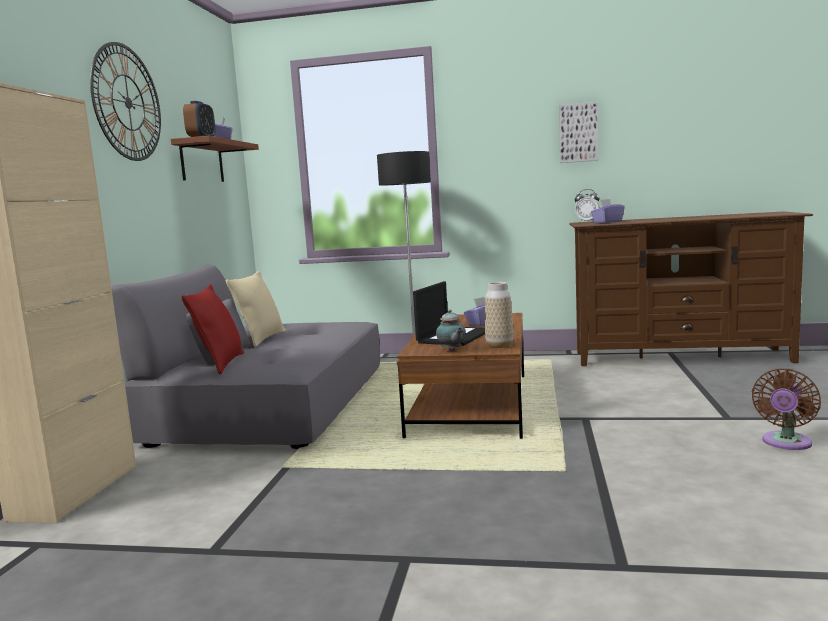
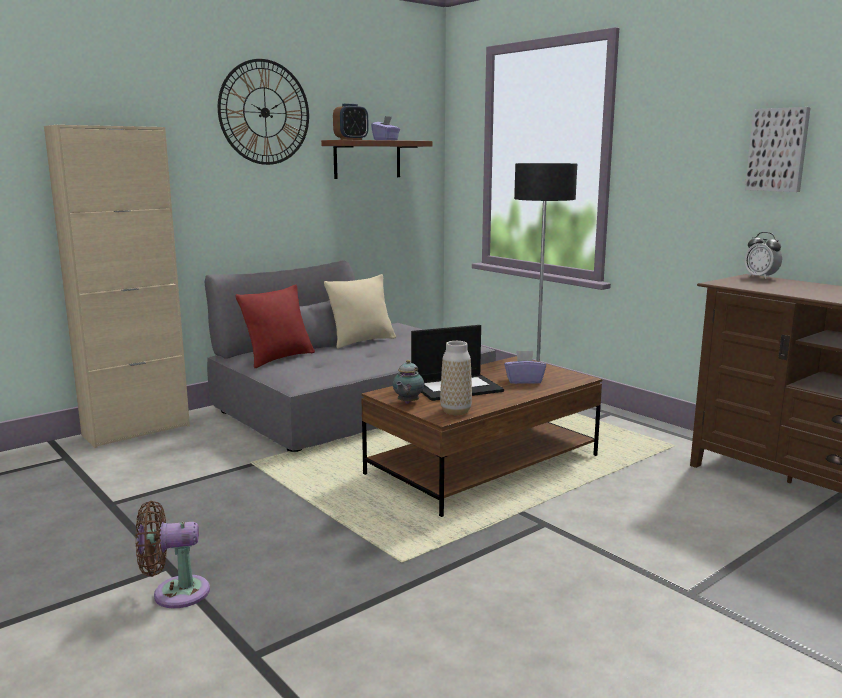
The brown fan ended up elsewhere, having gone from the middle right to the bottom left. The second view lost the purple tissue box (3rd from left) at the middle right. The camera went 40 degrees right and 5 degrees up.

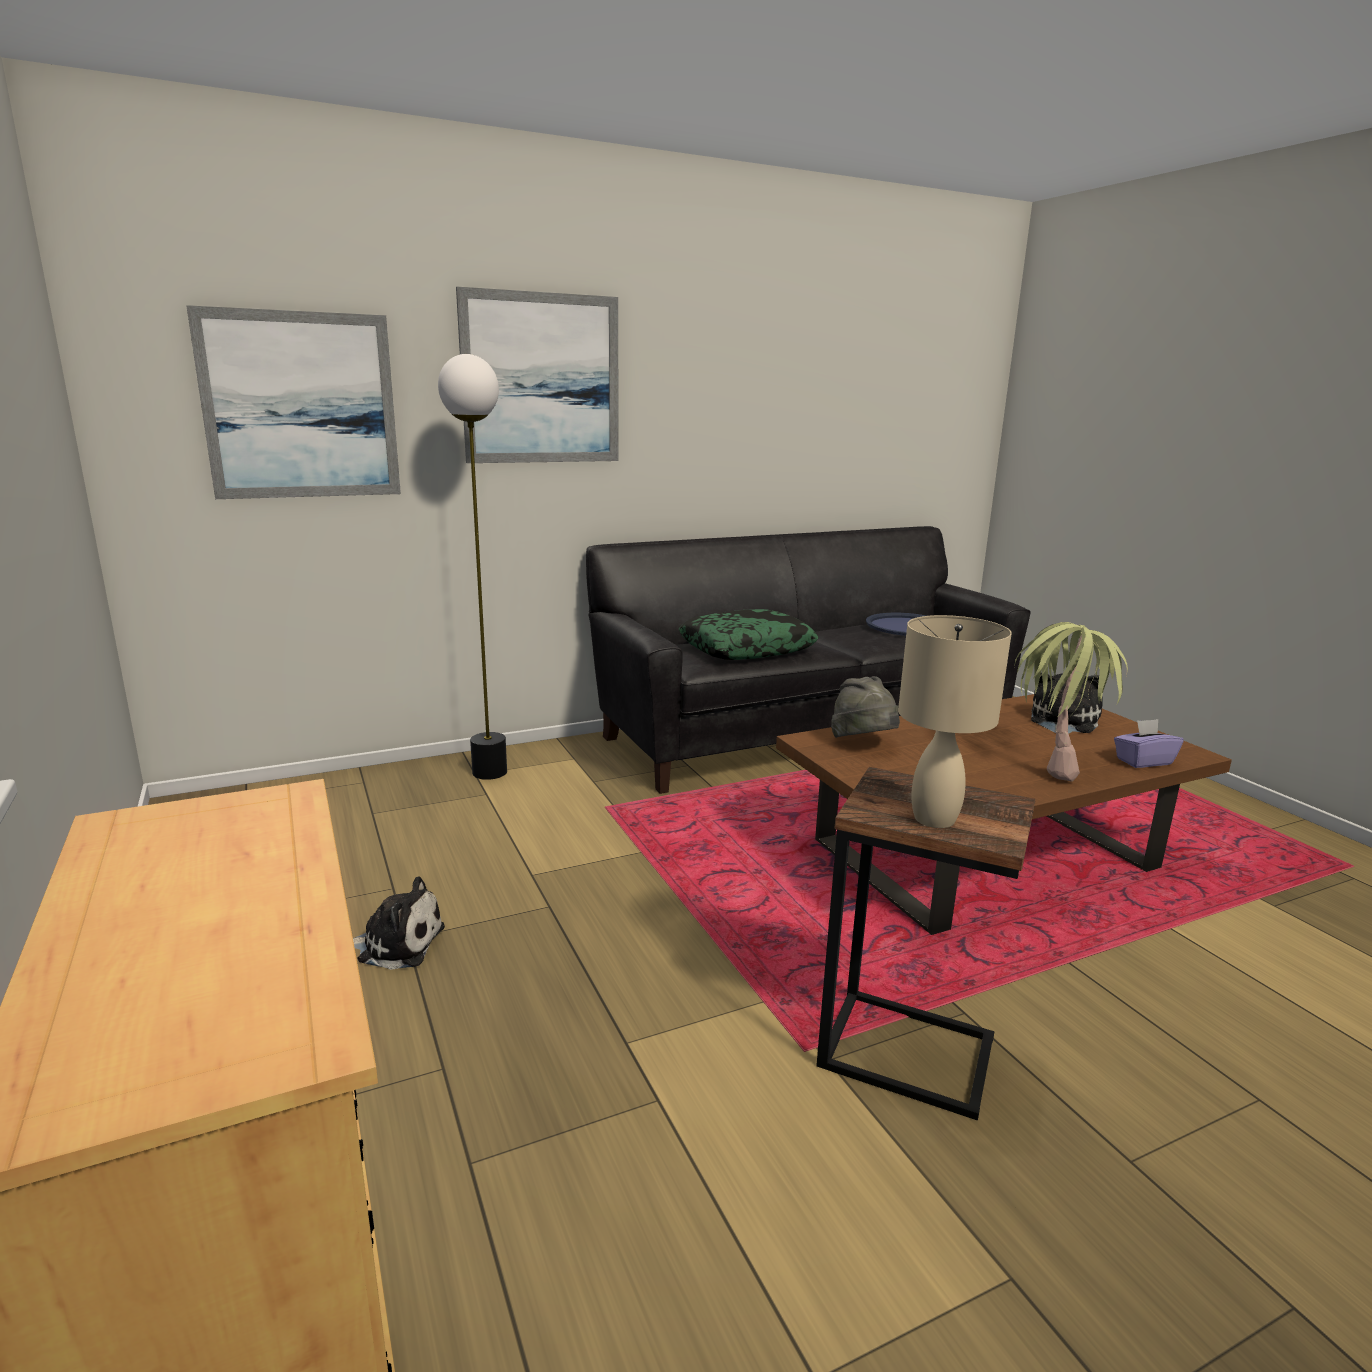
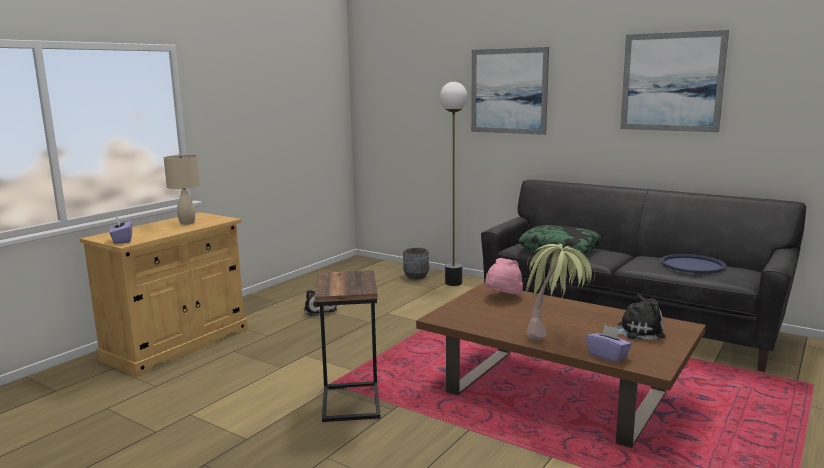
The second view gained the purple tissue box (1st from left) at the middle left. The beige table lamp ended up elsewhere, having gone from the middle right to the middle left. The second view gained the grey planter at the centre. What was the grey hat at the centre turned into the pink hat at the centre. The picture (1st from left in the first image) ended up elsewhere, having gone from the top left to the top right. The camera went 60 degrees right and 5 degrees down.

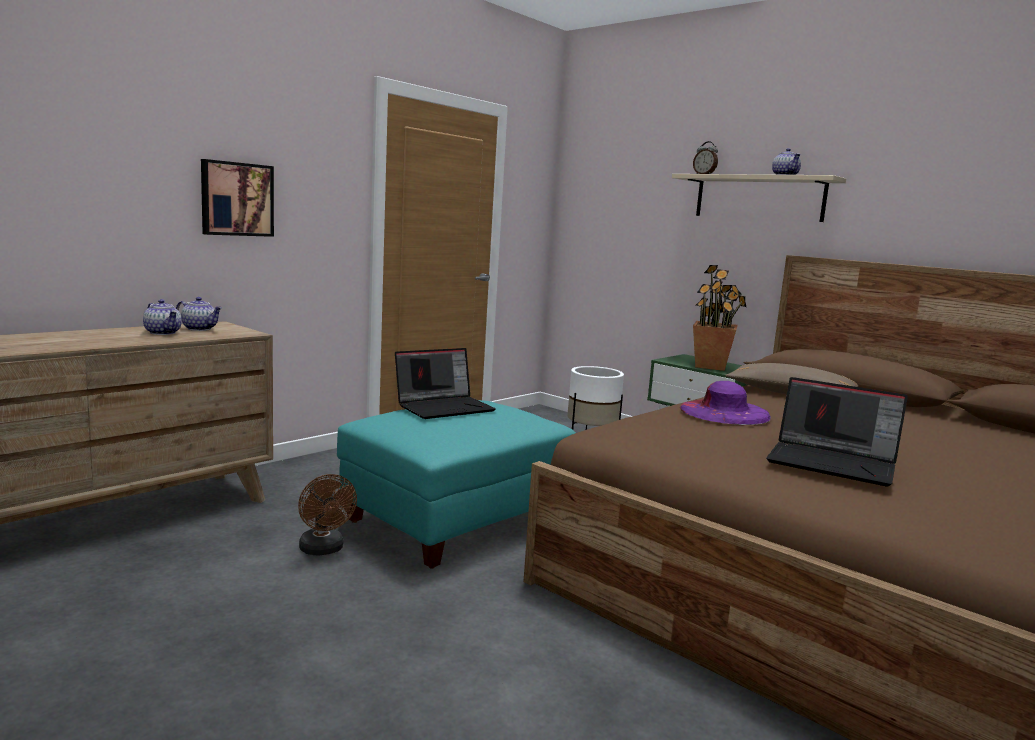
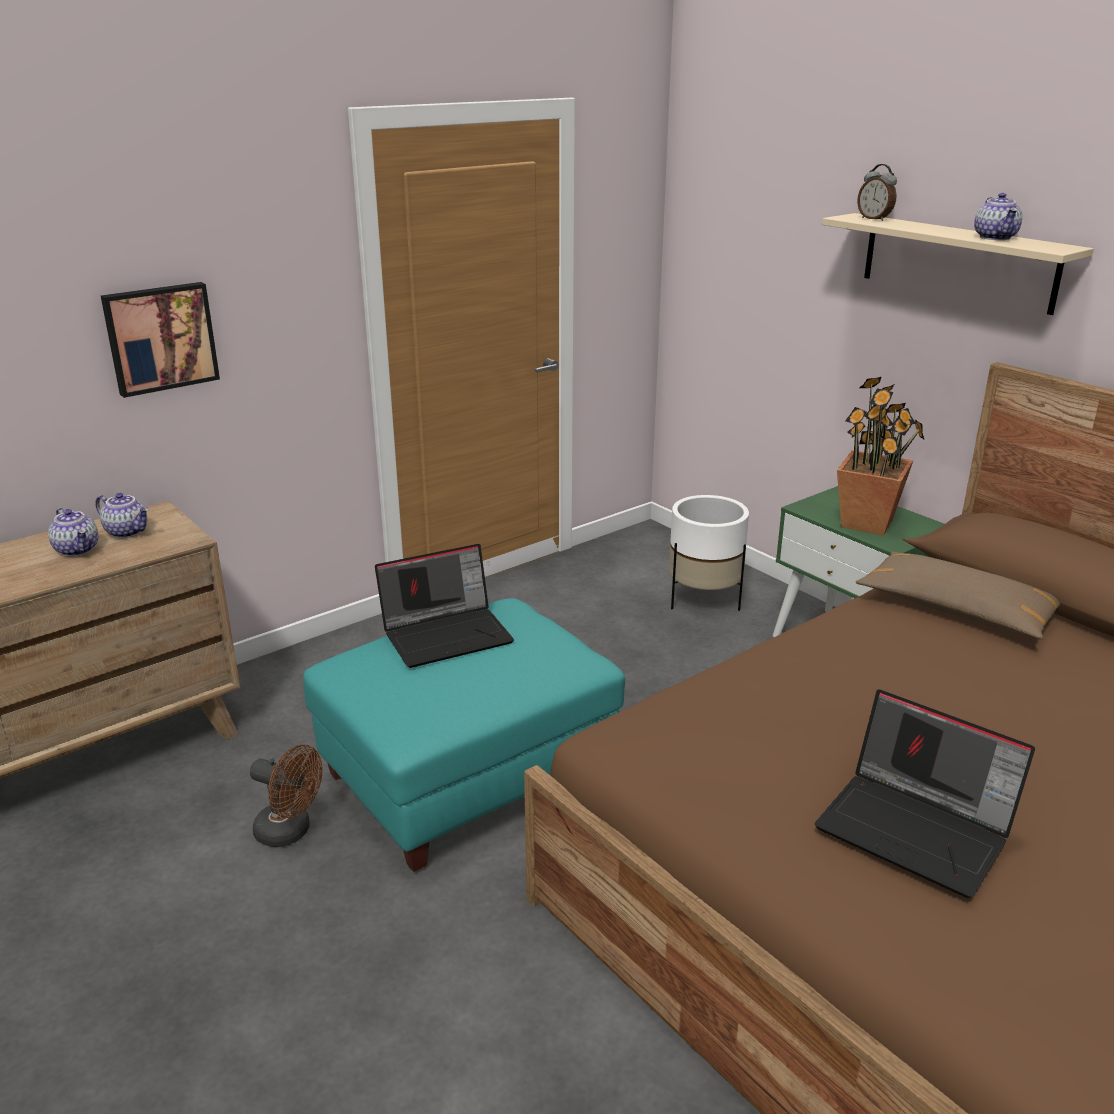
The brown fan at the bottom left ended up facing another way, 45 degrees counterclockwise from before. The second view lost the purple hat at the middle right. The camera went 10 degrees right and 15 degrees up.

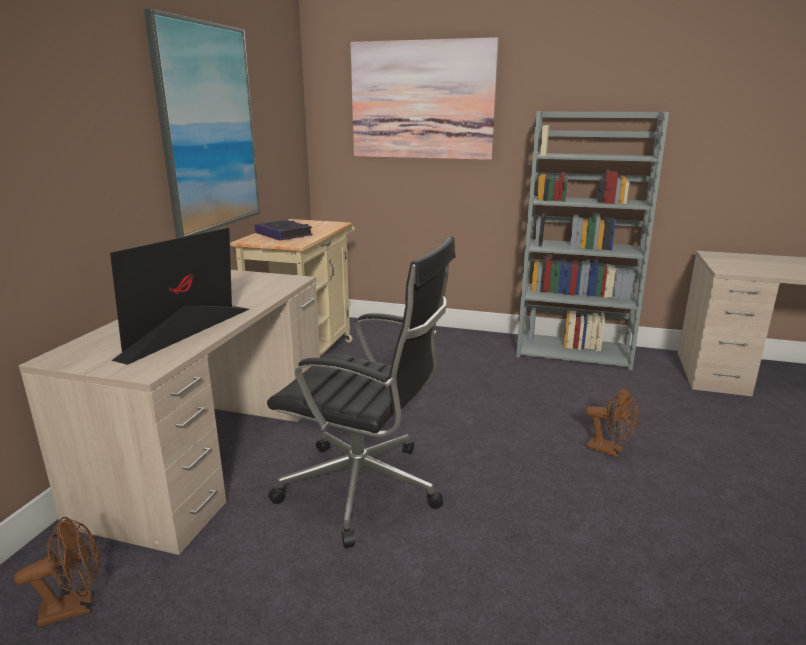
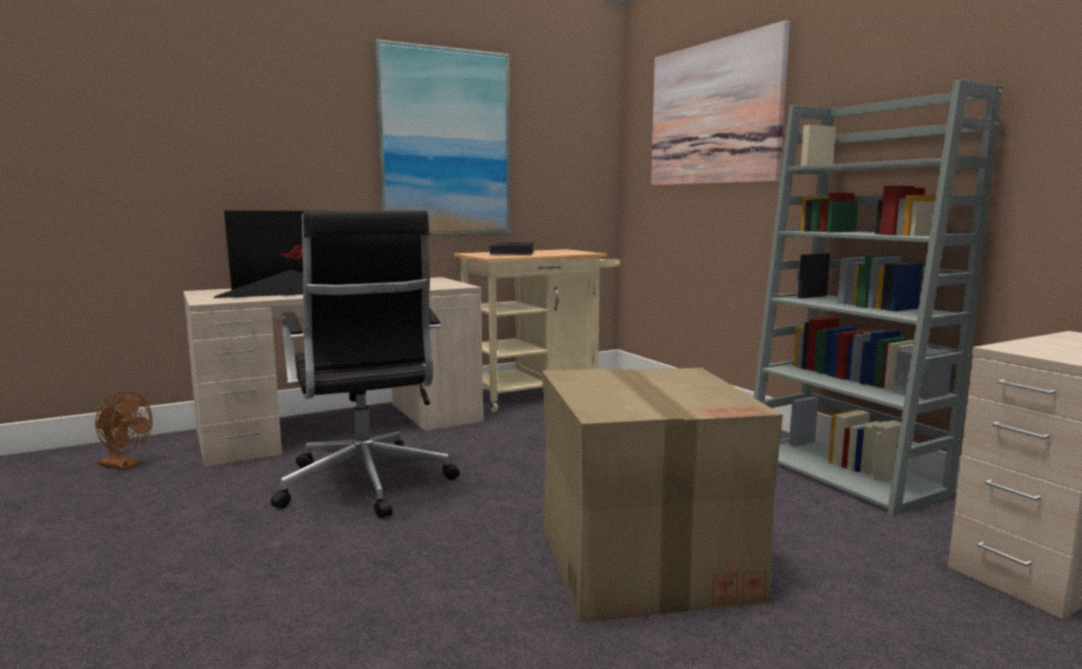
Where the brown fan (2nd from left) stood at the middle right, the cardboard box came to stand at the bottom centre. The camera went 45 degrees right and 10 degrees down.

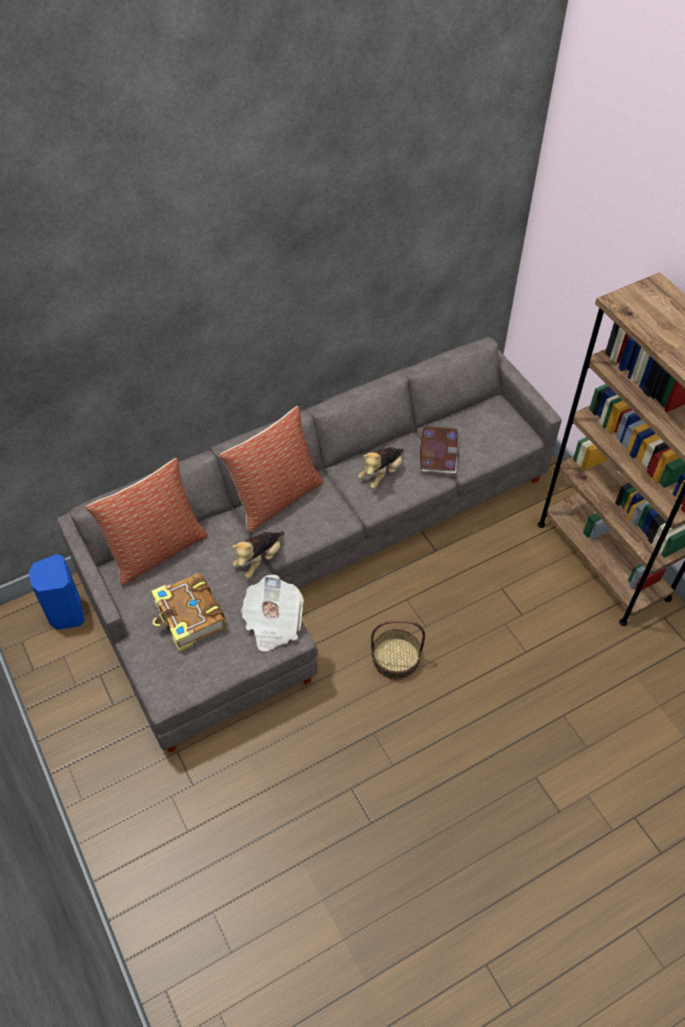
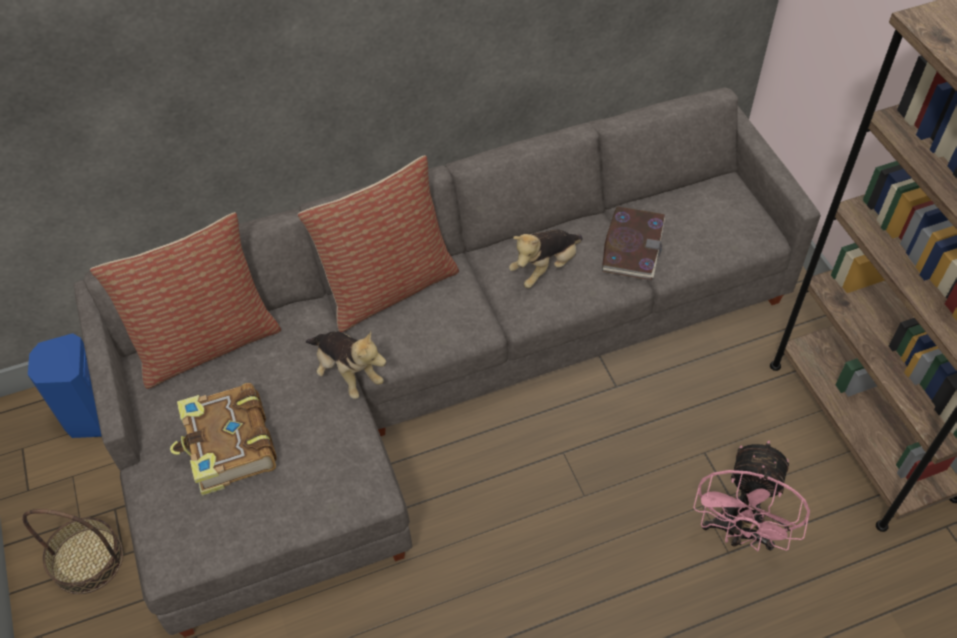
The basket ended up elsewhere, having gone from the centre to the bottom left. The plush toy (1st from left) at the centre ended up facing another way, 90 degrees counterclockwise from before. The second view gained the pink fan at the bottom right. The second view lost the newspaper at the centre. The camera went 10 degrees right and 0 degrees up.

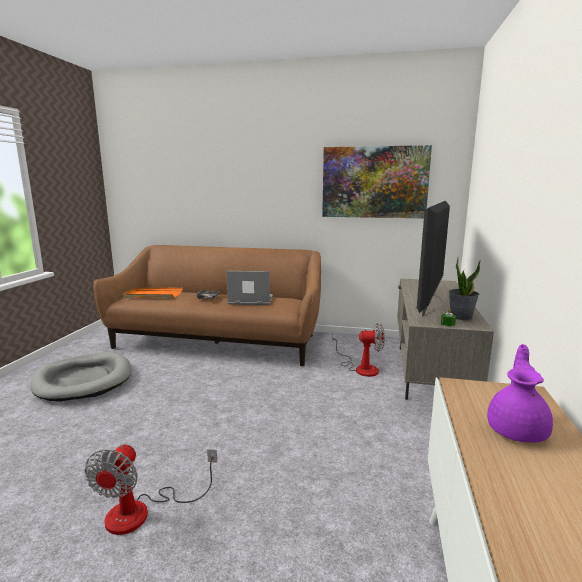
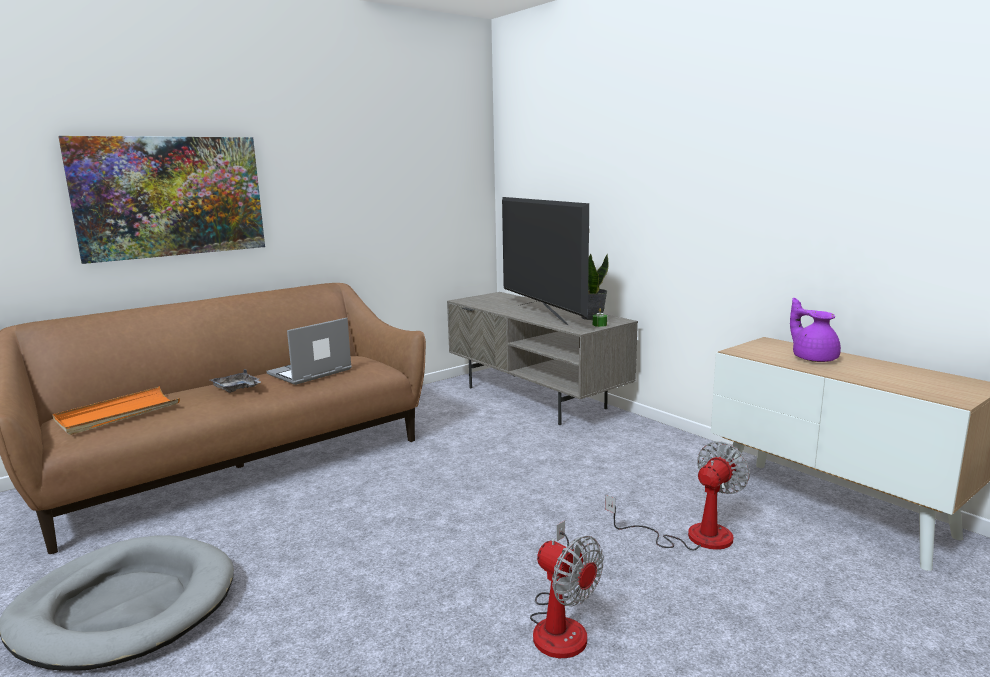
The picture ended up elsewhere, having gone from the top centre to the top left. The fan (2nd from left) ended up elsewhere, having gone from the centre to the bottom right. The camera went 50 degrees left and 0 degrees up.

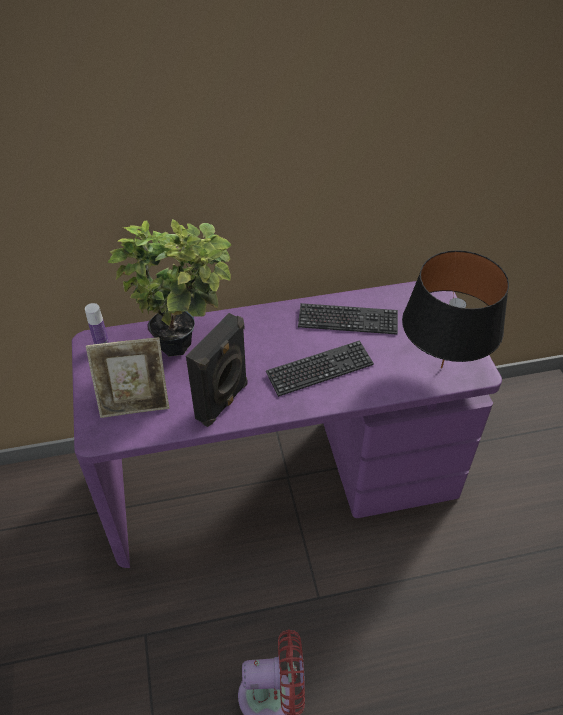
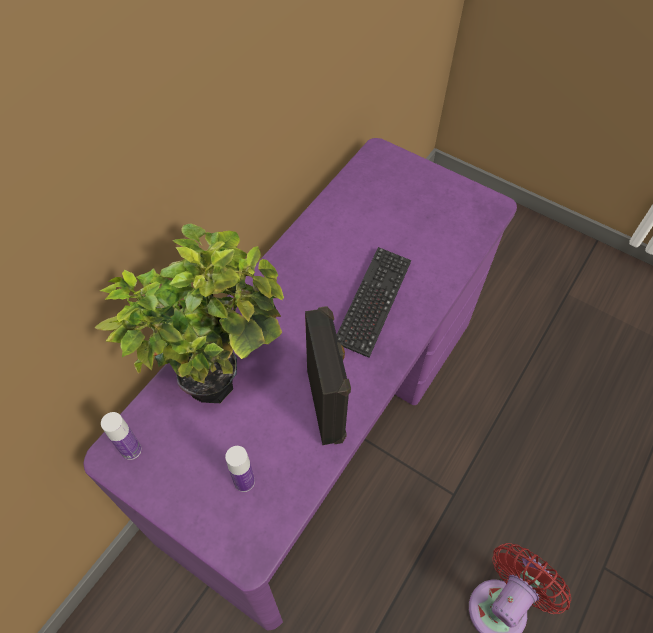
Where the picture frame stood at the middle left, the bottle (2nd from left) came to stand at the bottom centre. The second view lost the keyboard (2nd from left) at the centre. The second view lost the black table lamp at the middle right. The camera went 45 degrees left and 10 degrees up.

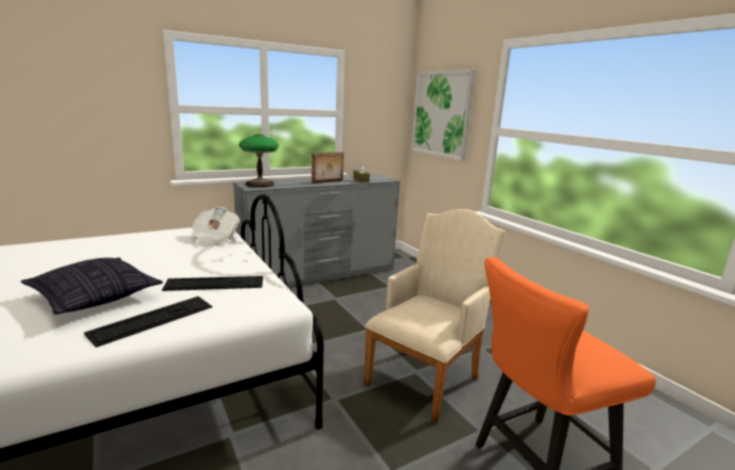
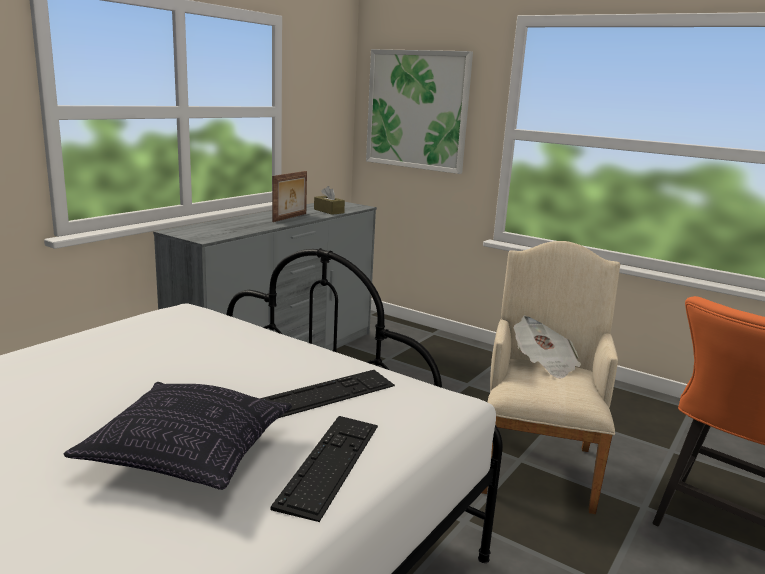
The newspaper ended up elsewhere, having gone from the middle left to the middle right. The second view lost the table lamp at the centre. The camera went 25 degrees left and 0 degrees up.

